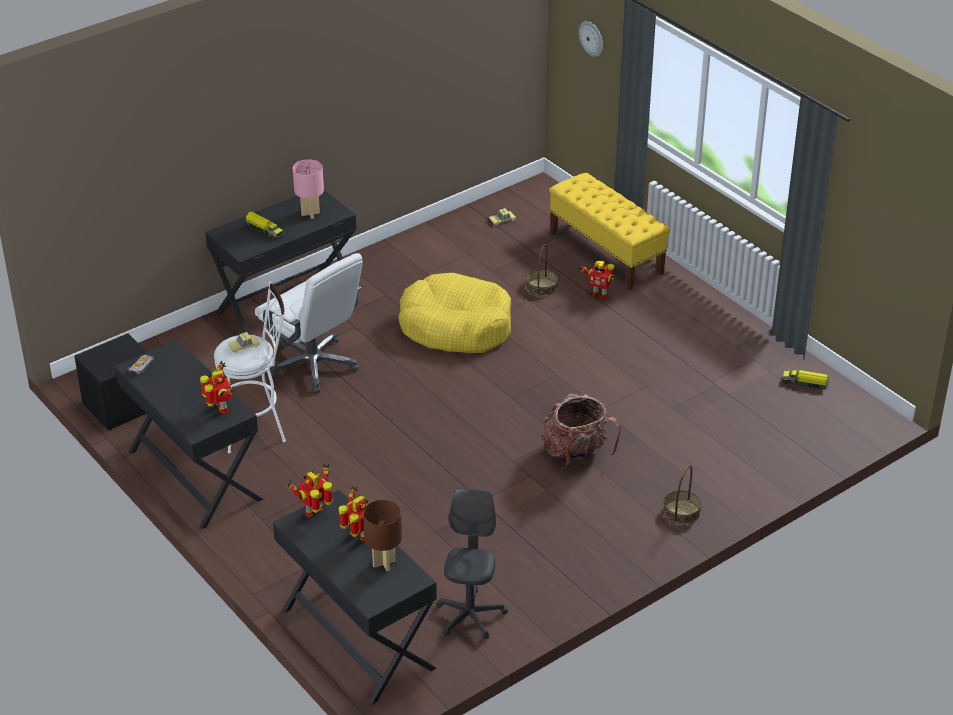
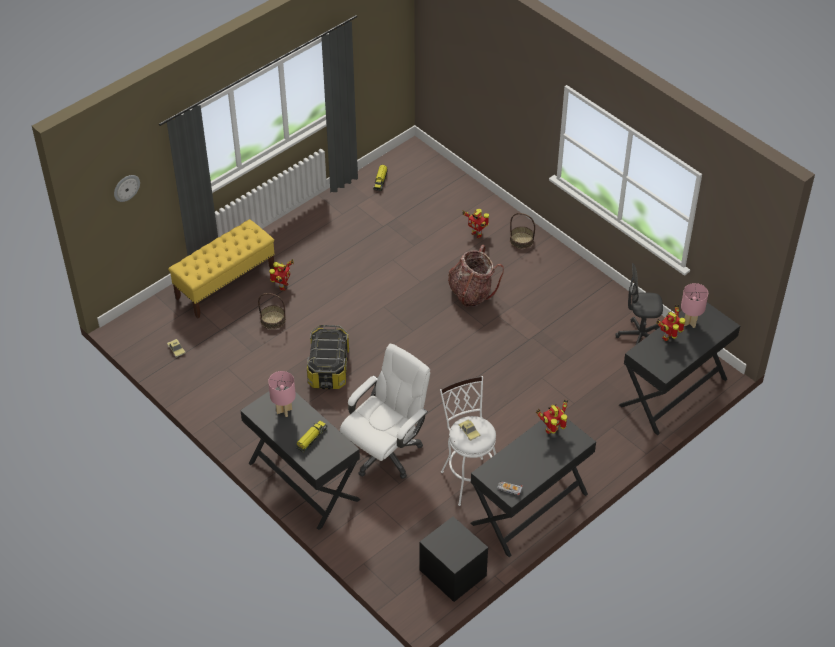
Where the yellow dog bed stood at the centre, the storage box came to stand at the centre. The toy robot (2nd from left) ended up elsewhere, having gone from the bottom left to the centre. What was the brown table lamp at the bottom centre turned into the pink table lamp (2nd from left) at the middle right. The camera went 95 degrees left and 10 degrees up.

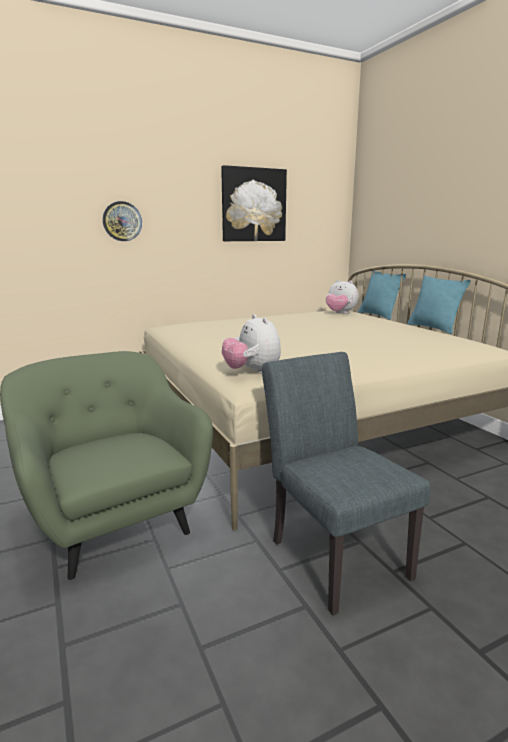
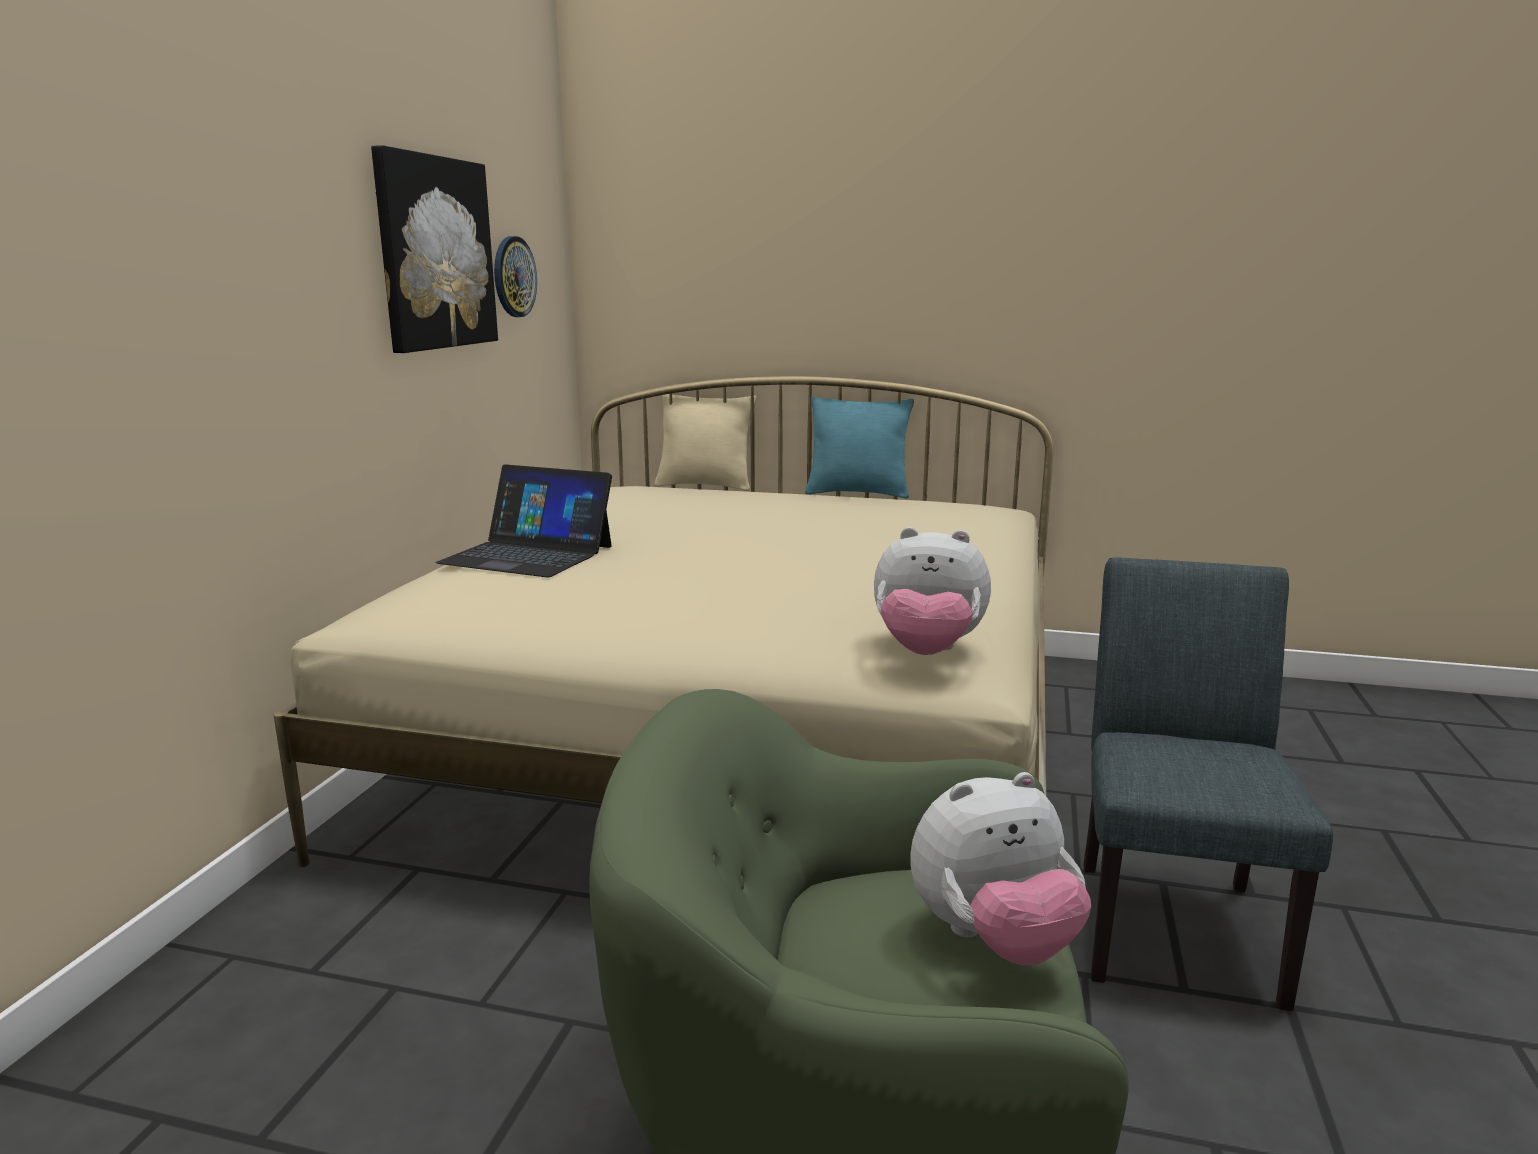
The second view gained the laptop at the centre. The wall clock ended up elsewhere, having gone from the top left to the top centre. What was the turquoise pillow (1st from left) at the middle right turned into the beige pillow at the centre. The plush toy (2nd from left) ended up elsewhere, having gone from the middle right to the bottom centre. The grey chair at the middle right ended up facing another way, 90 degrees clockwise from before. The camera went 50 degrees left and 0 degrees up.

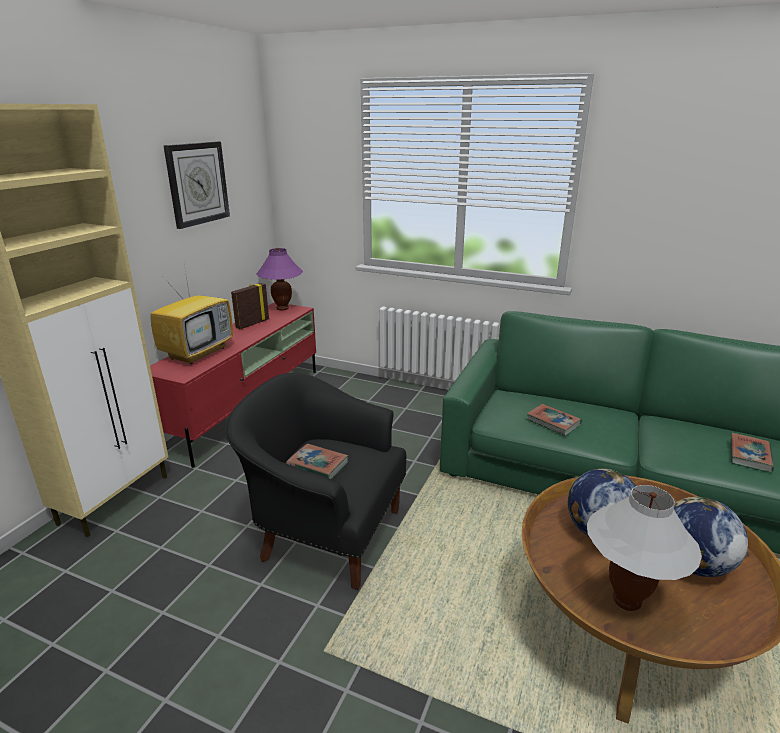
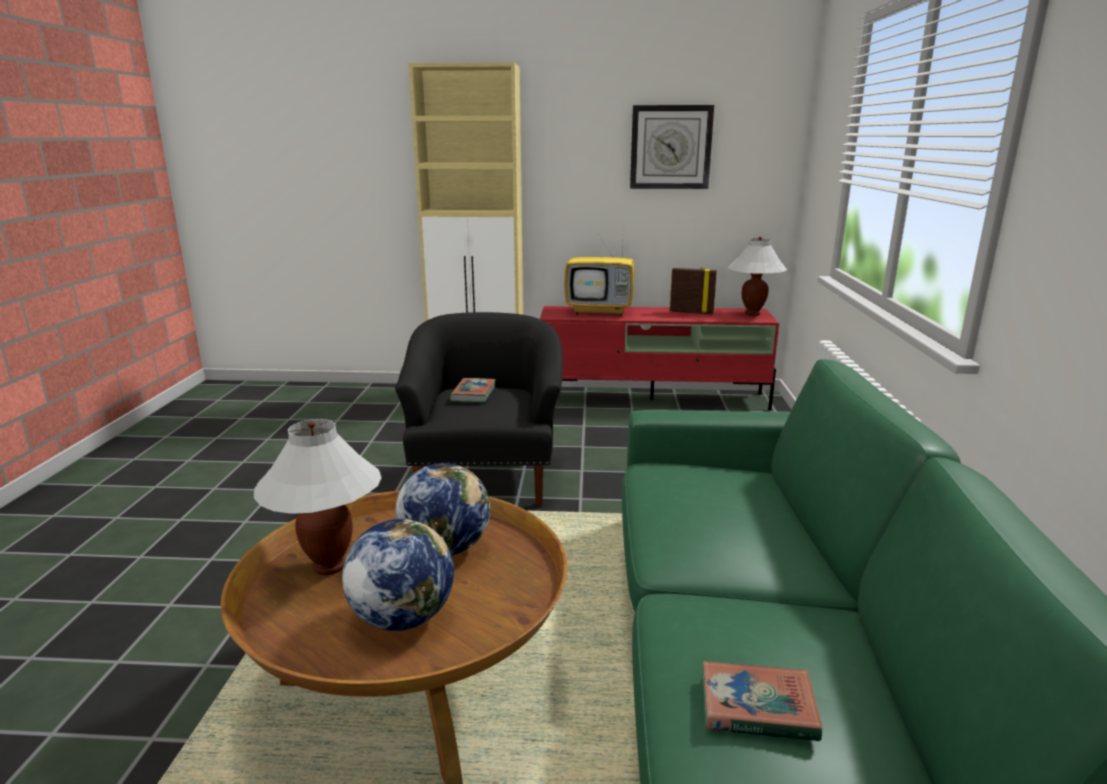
What was the purple table lamp at the centre turned into the white table lamp (2nd from left) at the middle right. The second view lost the book (2nd from left) at the middle right. The camera went 70 degrees right and 5 degrees down.

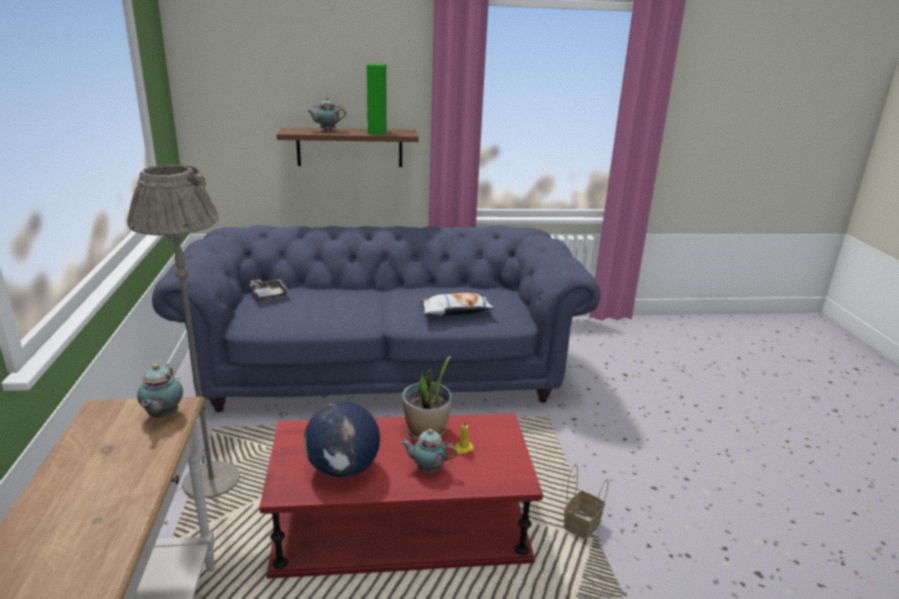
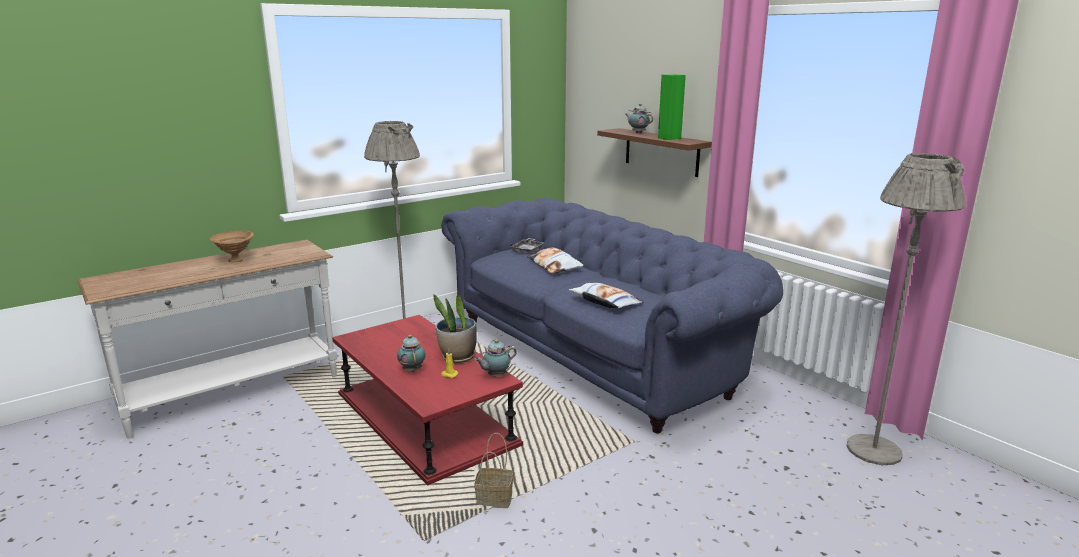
The second view gained the brown bowl at the middle left. The teapot (1st from left in the first image) ended up elsewhere, having gone from the middle left to the centre. The second view gained the pillow (1st from left) at the centre. The second view gained the grey floor lamp (2nd from left) at the middle right. The second view lost the globe at the bottom centre. The camera went 60 degrees right and 5 degrees down.

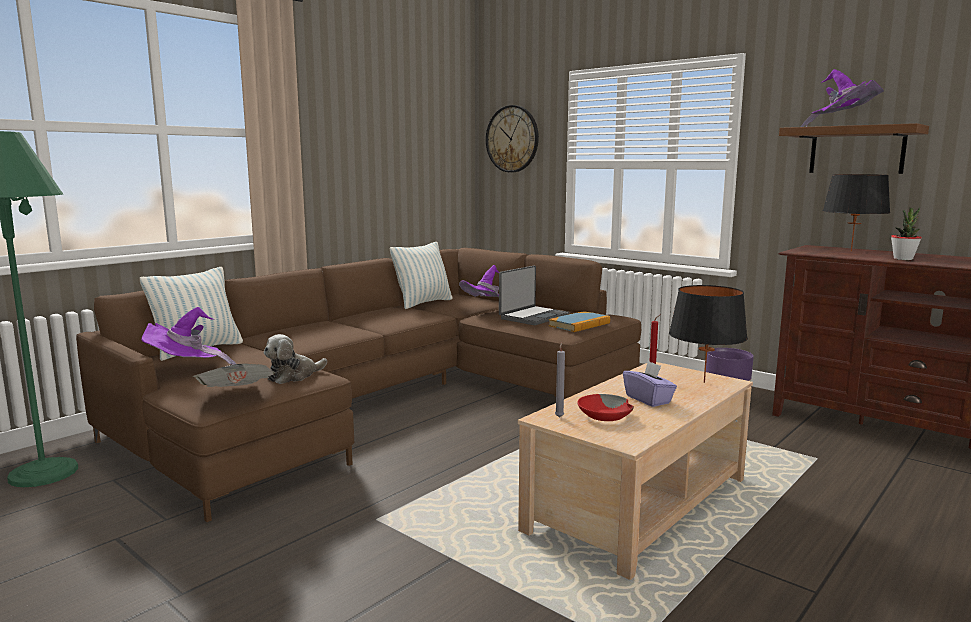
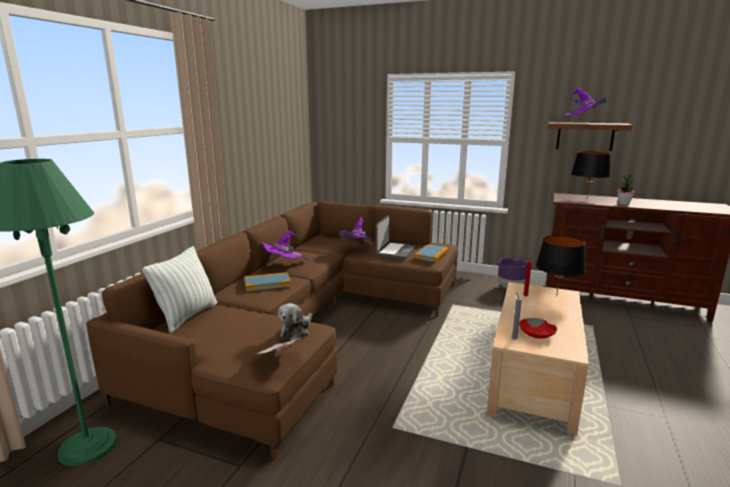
The second view gained the book (1st from left) at the centre. The purple hat (1st from left) ended up elsewhere, having gone from the middle left to the centre. The second view lost the pillow (2nd from left) at the centre. The second view lost the wall clock at the top centre. The second view lost the purple tissue box at the middle right. The camera went 20 degrees left and 5 degrees up.

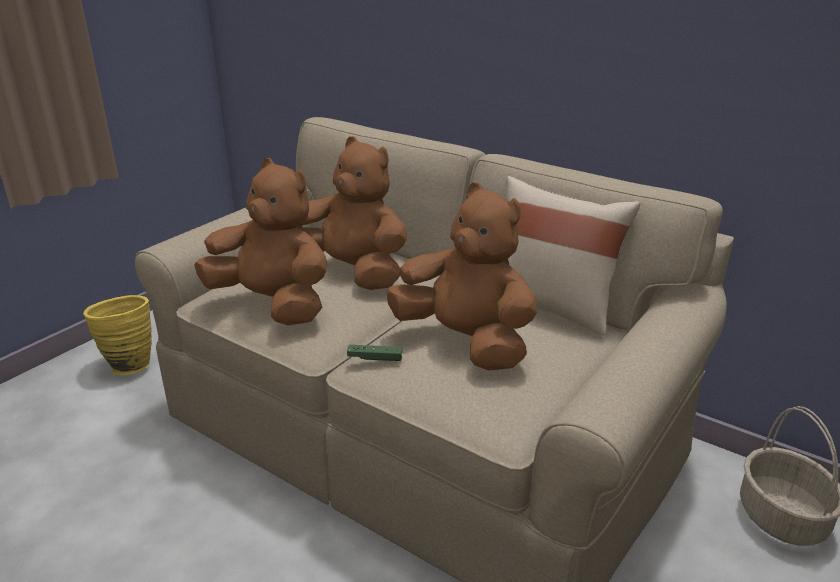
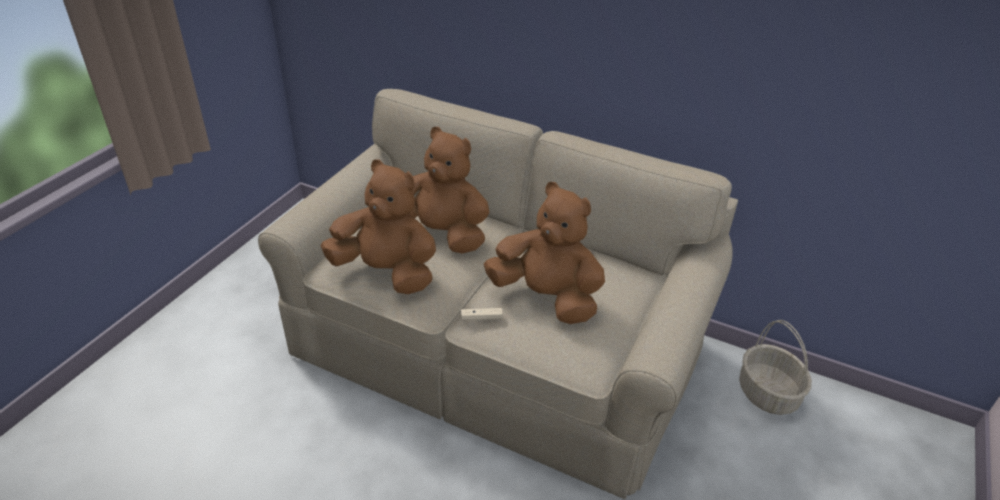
What was the green game controller at the centre turned into the beige game controller at the centre. The second view lost the yellow vase at the middle left. The second view lost the beige pillow at the middle right. The camera went 10 degrees left and 10 degrees up.

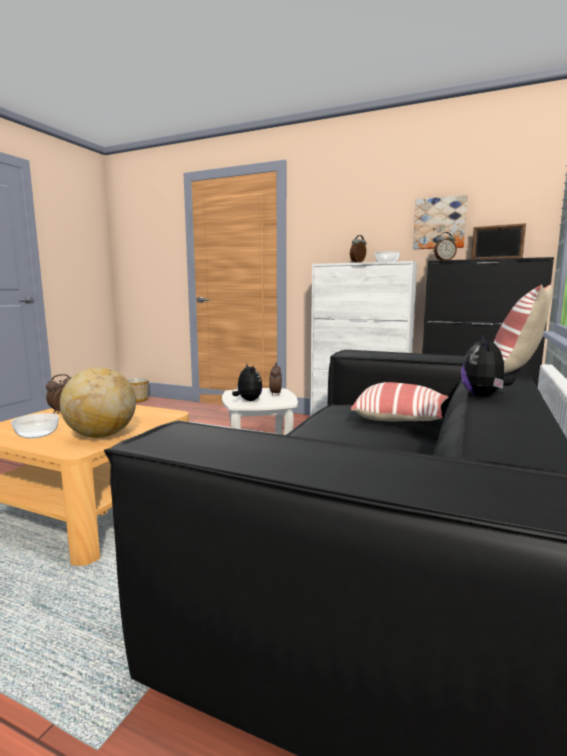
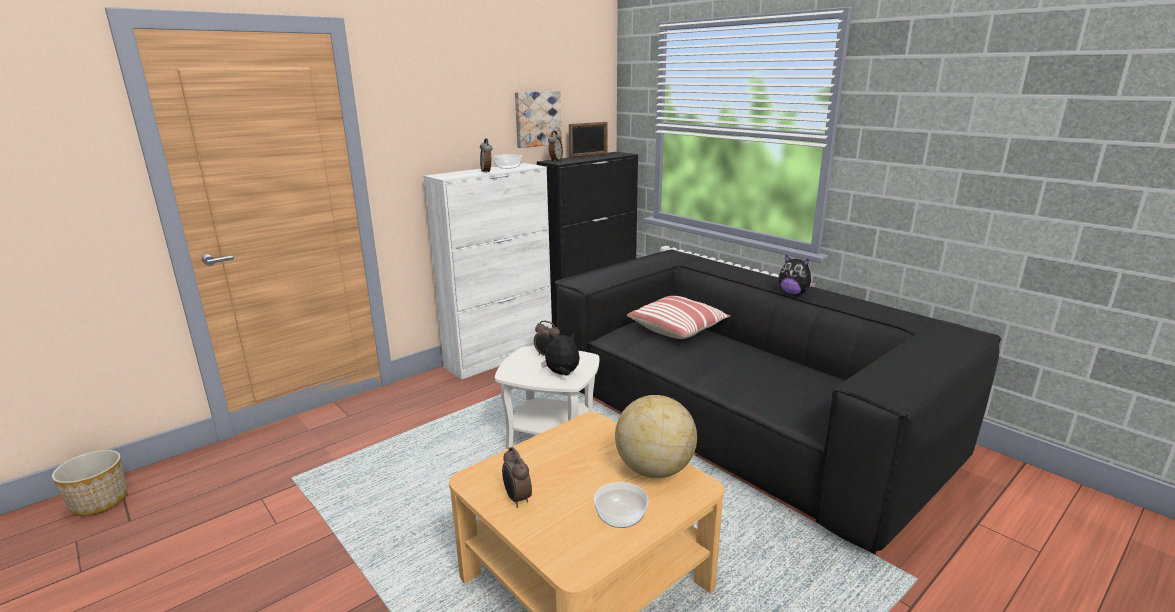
The second view lost the pillow (2nd from left) at the middle right. The camera went 65 degrees left and 10 degrees up.

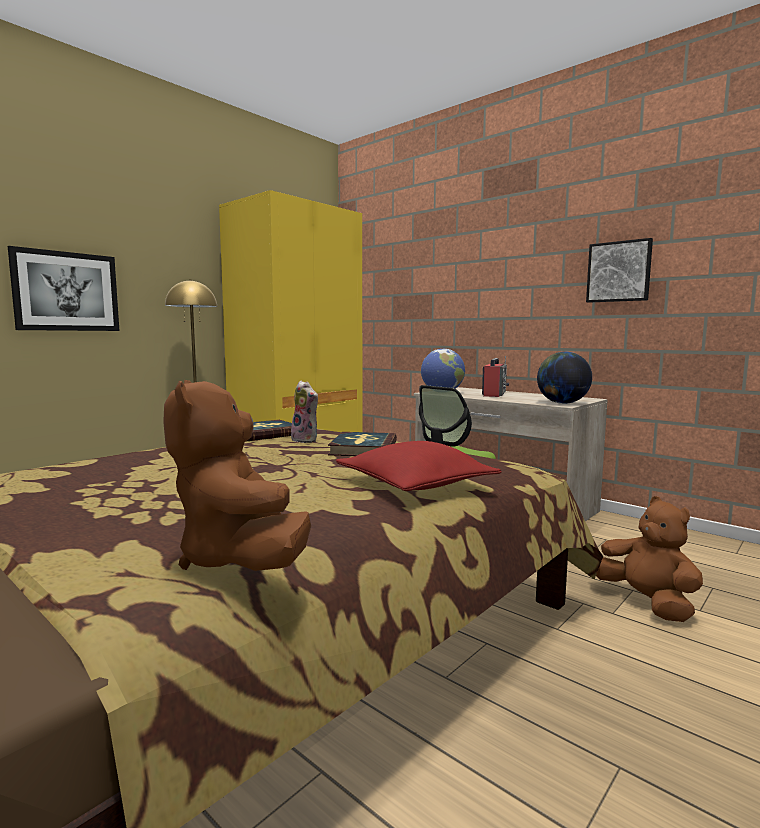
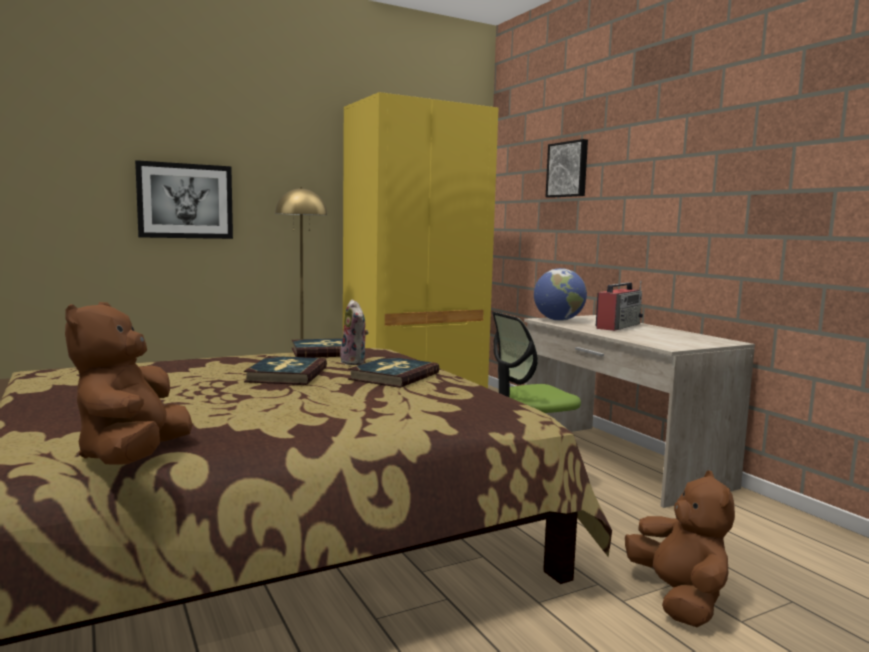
The second view gained the book (1st from left) at the middle left. The picture (2nd from left) ended up elsewhere, having gone from the top right to the top centre. The second view lost the red pillow at the centre. The second view lost the globe (2nd from left) at the middle right. The camera went 20 degrees right and 0 degrees up.

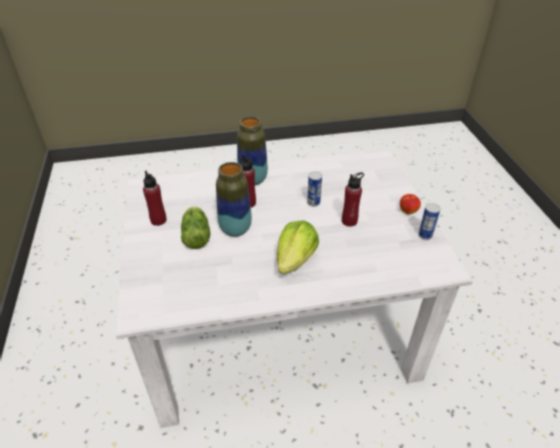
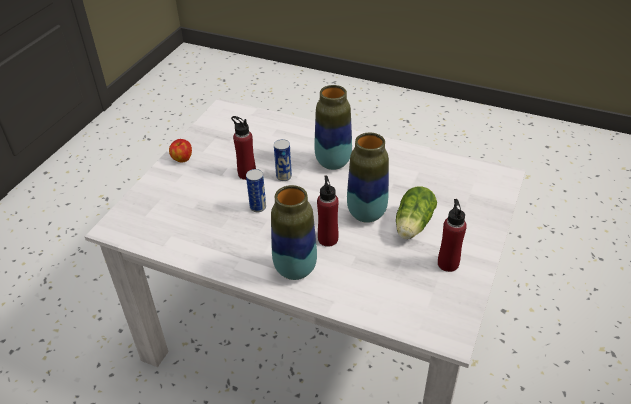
The can (2nd from left) ended up elsewhere, having gone from the middle right to the centre. Where the lettuce (2nd from left) stood at the centre, the vase (2nd from left) came to stand at the top centre. The camera went 145 degrees left and 0 degrees up.

